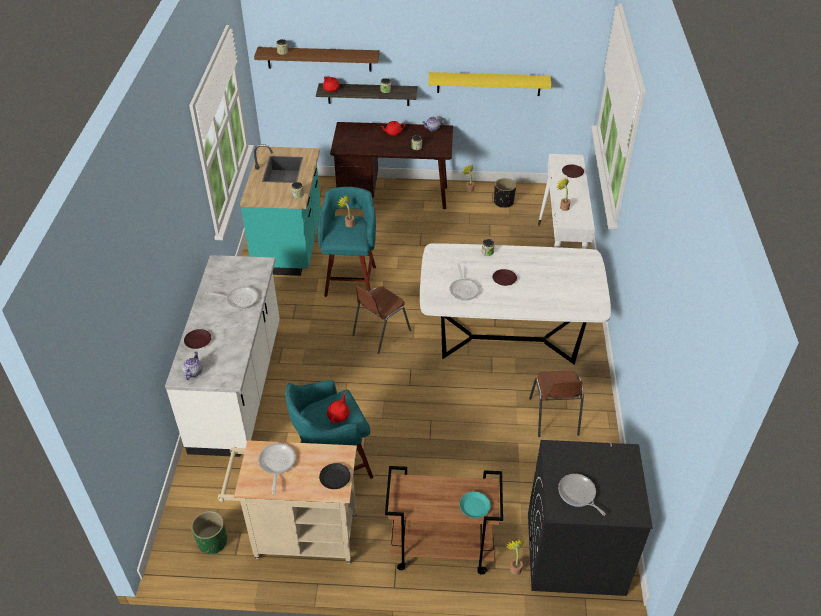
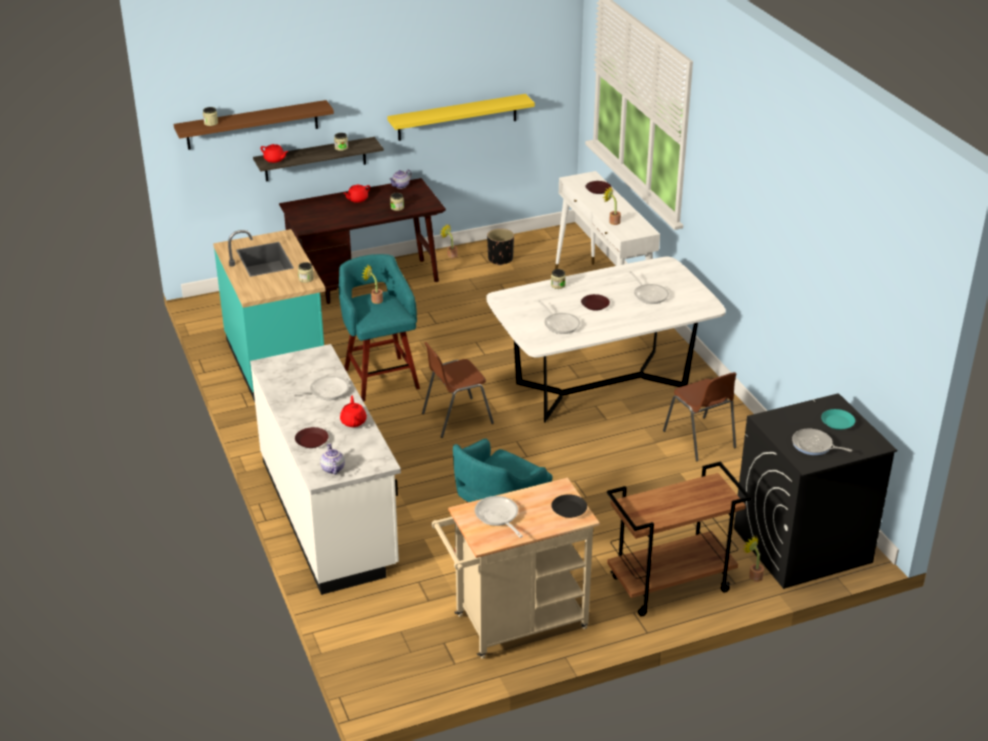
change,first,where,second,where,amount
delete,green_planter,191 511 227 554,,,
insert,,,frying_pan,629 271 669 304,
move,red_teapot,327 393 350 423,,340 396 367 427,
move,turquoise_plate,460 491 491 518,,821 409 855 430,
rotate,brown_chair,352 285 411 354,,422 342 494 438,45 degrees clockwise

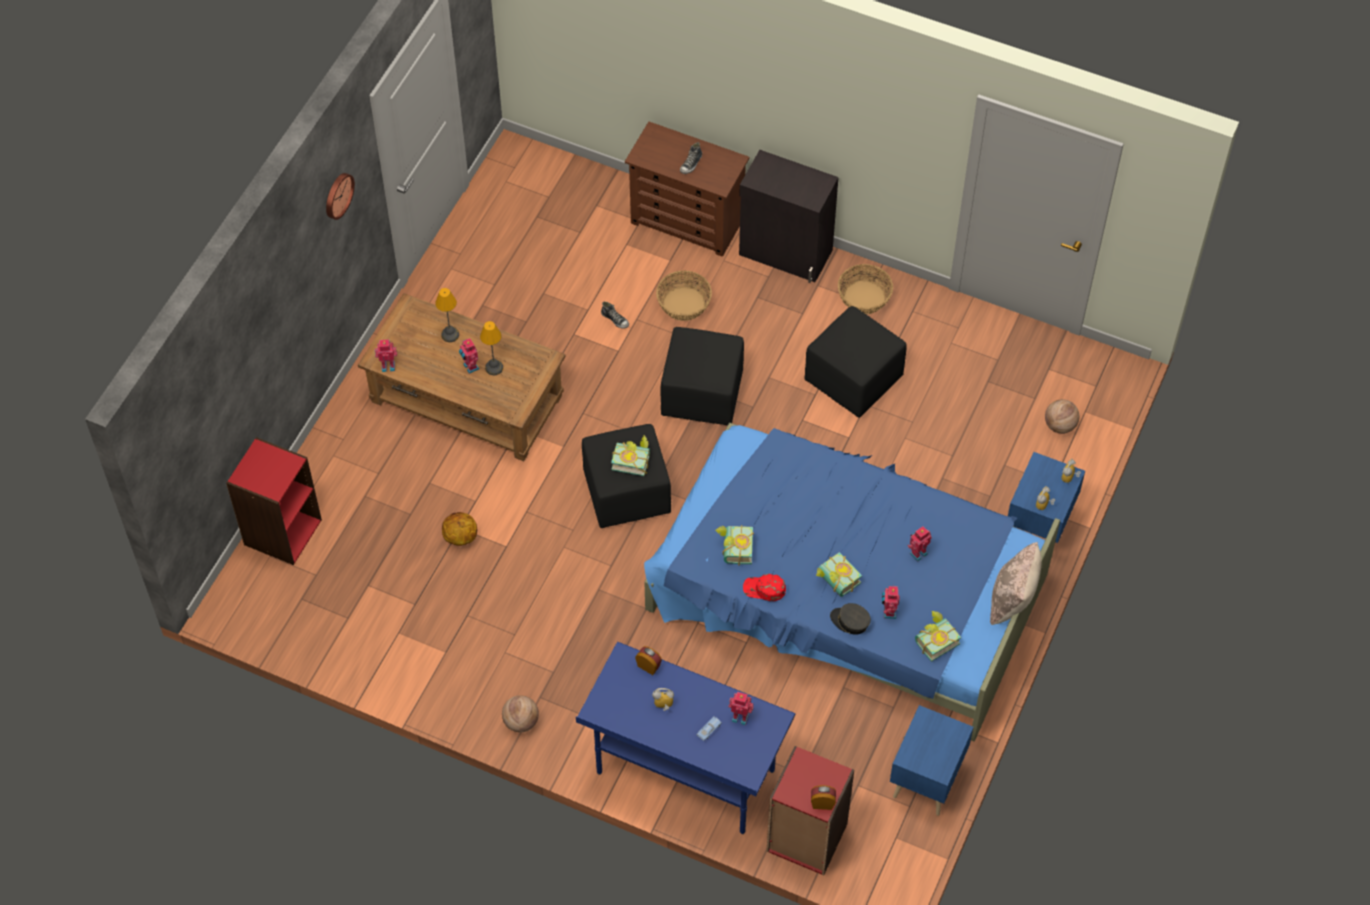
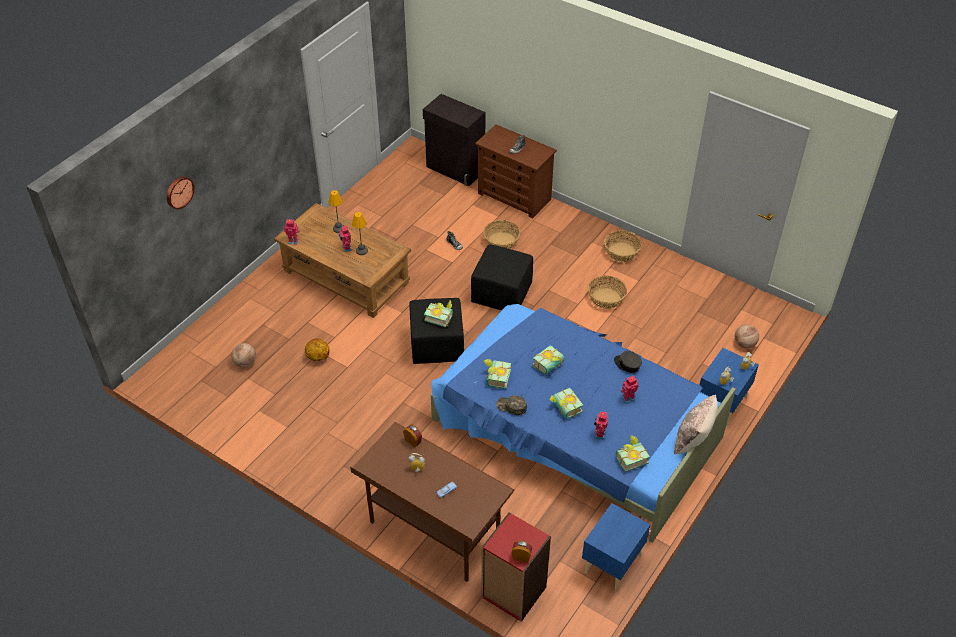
change,first,where,second,where,amount
delete,red_bookcase,226 437 322 565,,,
delete,toy_robot,728 692 753 725,,,
insert,,,book,533 345 565 375,
move,wall_clock,326 173 355 220,,167 176 195 209,
move,basketball,502 695 539 732,,231 343 256 367,
move,black_cabinet,739 150 839 283,,423 94 485 186,
move,grey_cap,830 603 871 635,,614 351 642 373,
replace,black_ottoman,804 306 907 418,basket,588 275 627 309,
recolor,blue_desk,576 642 795 834,brown_desk,350 422 514 582,
recolor,red_cap,743 574 786 601,green_cap,496 395 527 415,

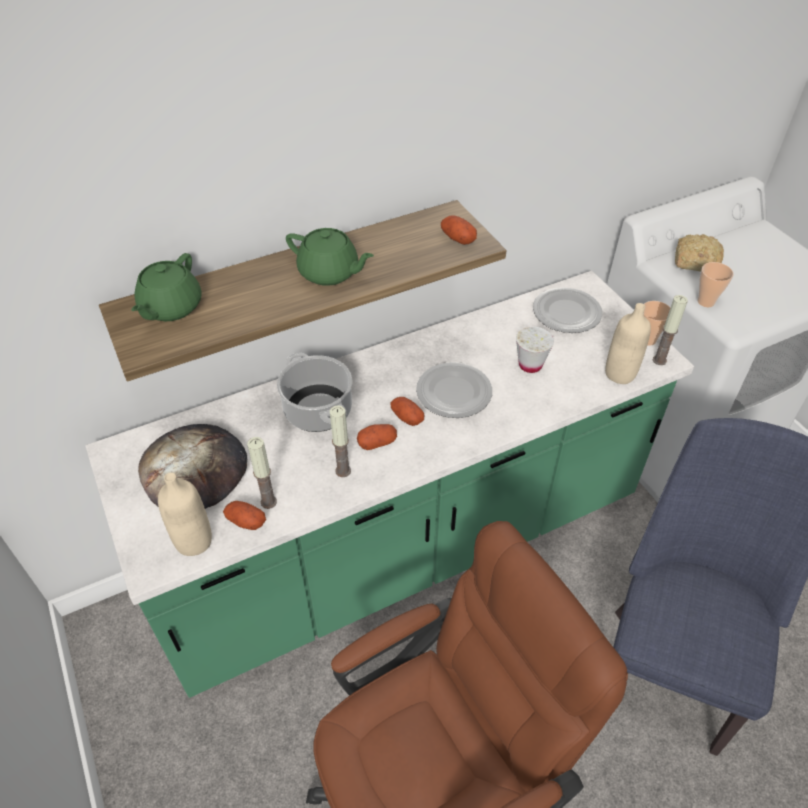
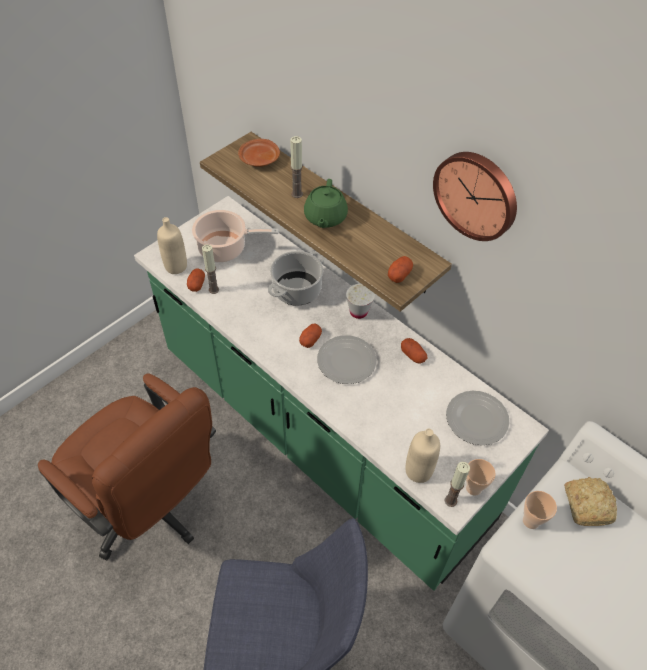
change,first,where,second,where,amount
insert,,,wall_clock,433 152 517 241,
move,candle,330 405 351 477,,290 136 303 198,
move,potato,357 424 397 450,,401 338 428 364,
move,white_cup,516 327 554 373,,346 284 375 319,
replace,green_teapot,131 253 202 321,brown_plate,238 139 280 167,
replace,bread,138 424 248 509,cooking_pot,192 210 279 262,

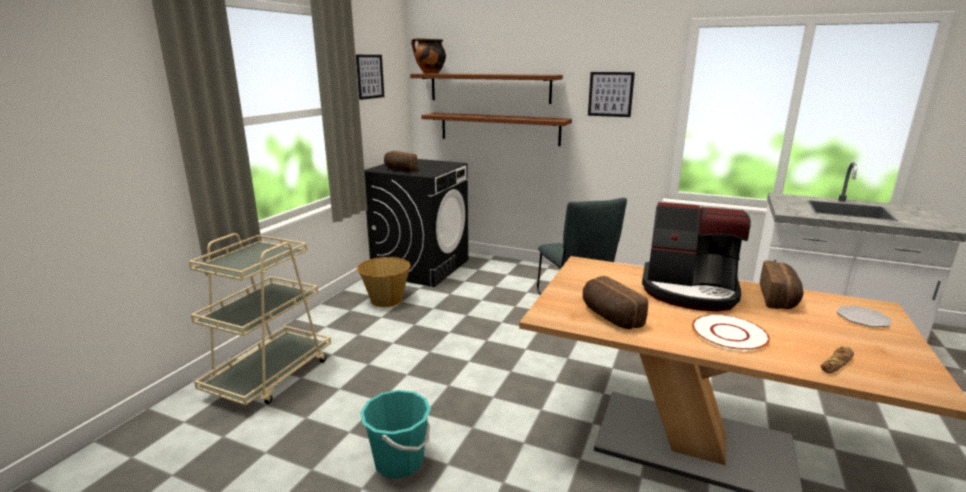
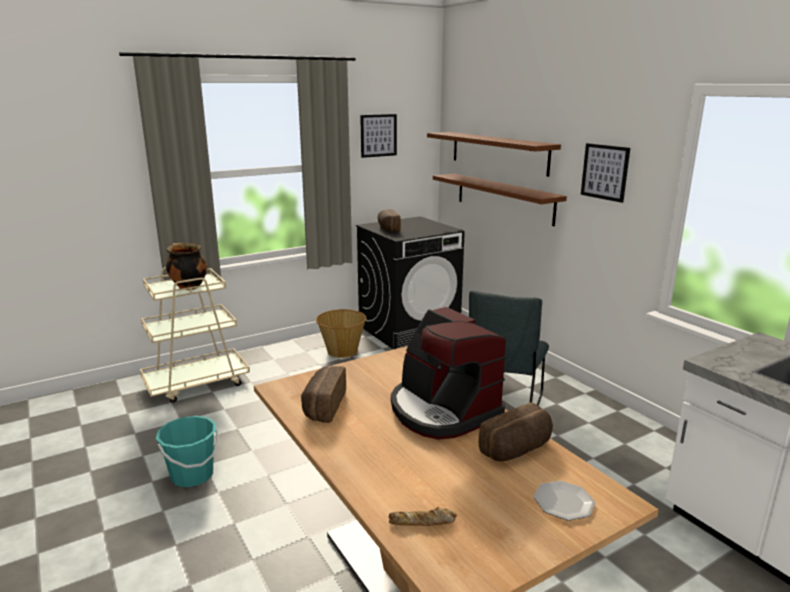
change,first,where,second,where,amount
delete,white_plate,692 314 770 351,,,
move,cooking_pot,411 38 446 74,,166 243 207 290,

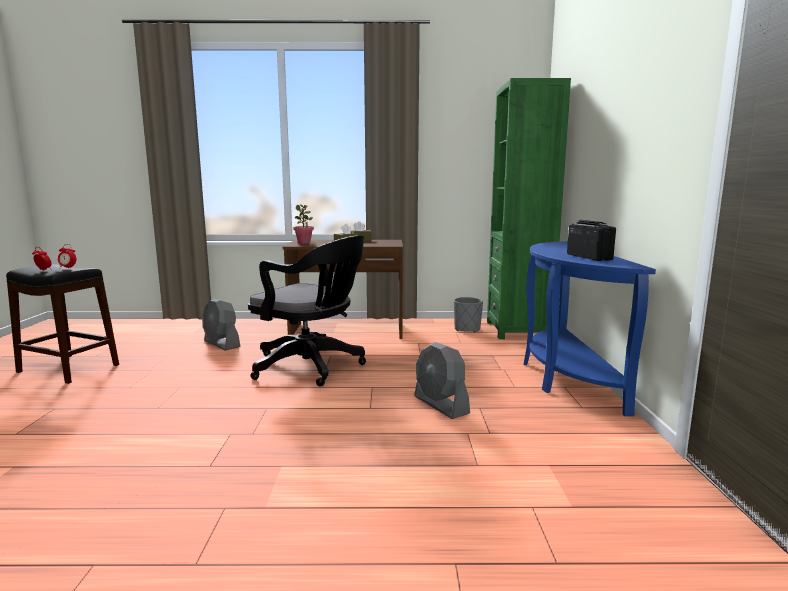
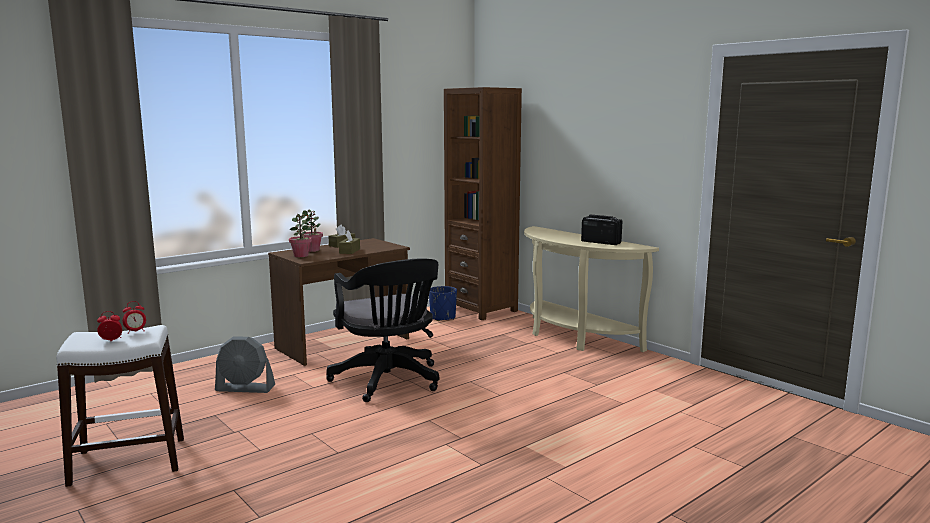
change,first,where,second,where,amount
delete,grey_fan,414 342 470 419,,,
insert,,,potted_plant,302 210 323 252,
recolor,black_stool,6 264 119 384,white_stool,56 325 184 487,
recolor,grey_planter,454 297 483 333,blue_planter,429 286 457 321,
recolor,green_bookcase,487 78 571 339,brown_bookcase,444 87 522 320,
recolor,blue_console_table,524 241 656 416,beige_console_table,524 226 659 352,
rotate,black_office_chair,248 235 366 386,,326 259 439 402,75 degrees clockwise

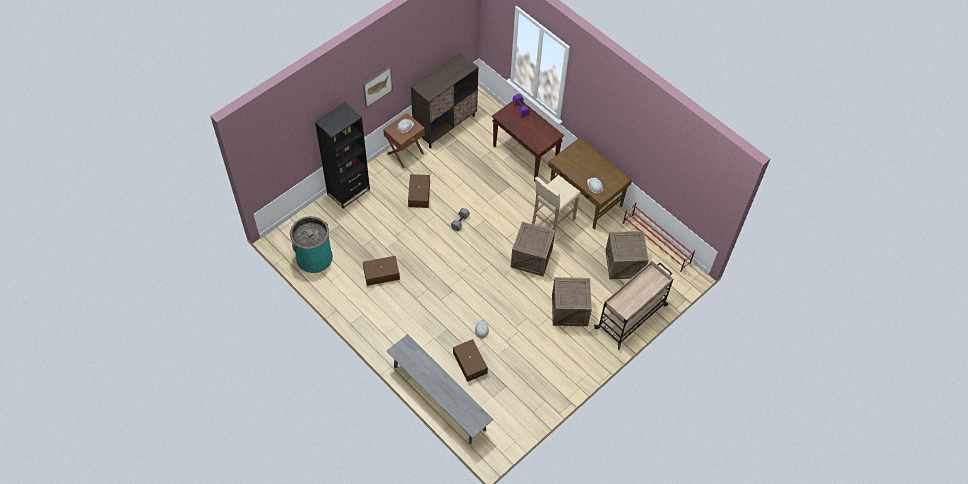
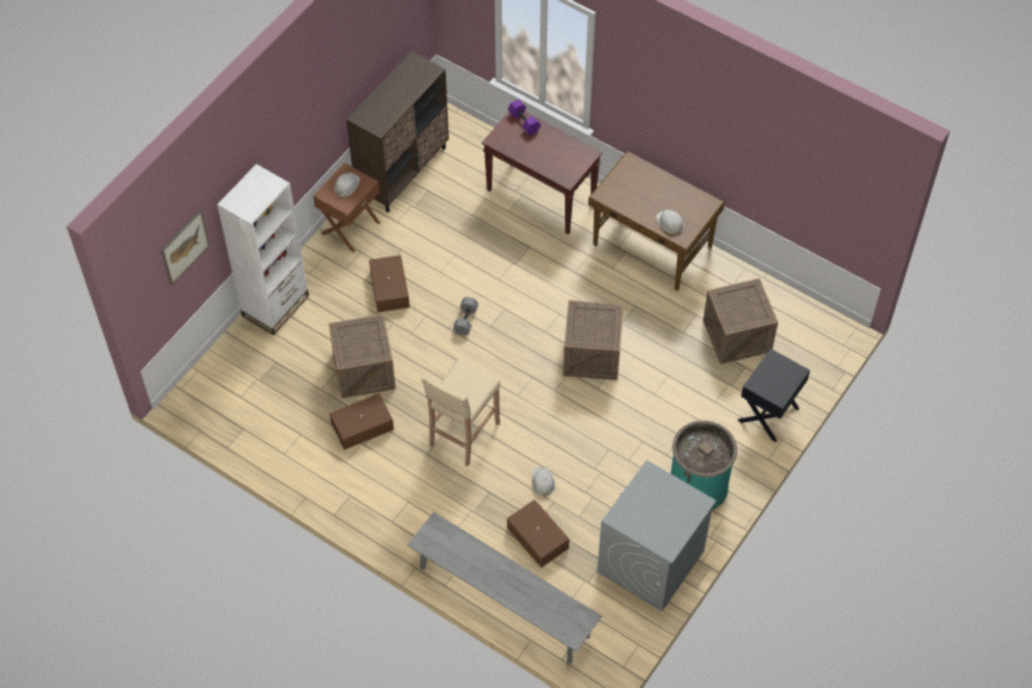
change,first,where,second,where,amount
delete,red_shoe_rack,623 202 695 272,,,
insert,,,grey_washing_machine,597 460 716 612,
move,turquoise_trash_can,290 216 333 273,,671 420 737 510,
move,picture,363 66 393 108,,161 210 210 285,
move,beige_stool,532 175 581 230,,421 359 500 467,
move,crate,552 277 592 326,,329 314 396 399,
replace,beige_cart,594 261 674 350,black_nightstand,737 348 810 442,
recolor,black_bookcase,315 102 370 209,white_bookcase,217 164 309 336,

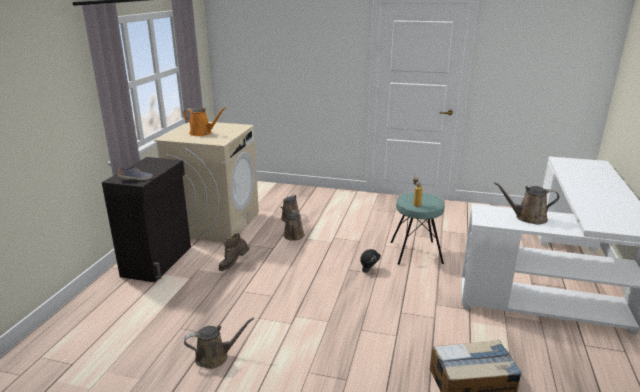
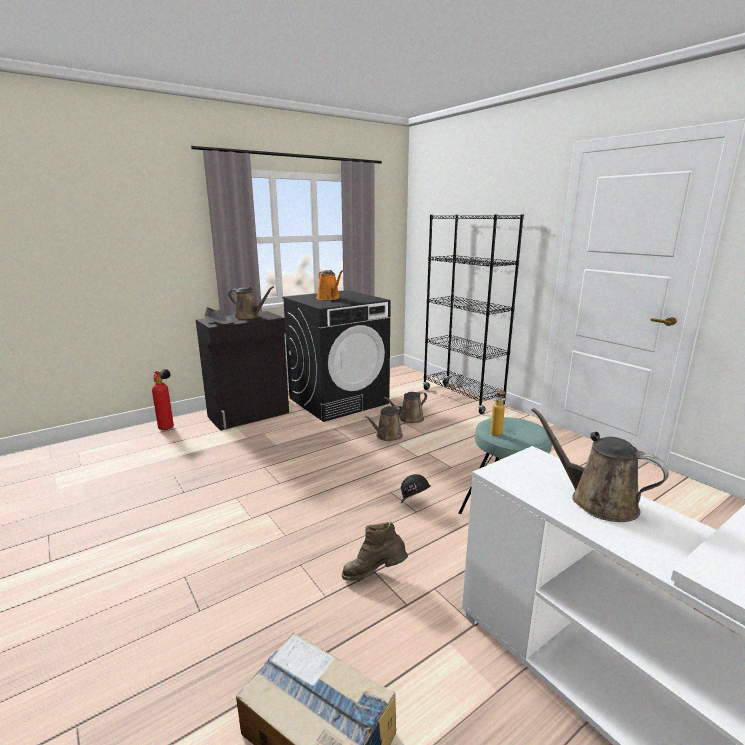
change,first,where,second,where,amount
insert,,,fire_extinguisher,152 369 174 430,
insert,,,black_bookcase,423 215 524 414,
move,brown_watering_can,184 317 254 369,,228 286 274 319,
move,brown_boot,218 233 250 271,,342 521 408 581,
recolor,beige_washing_machine,154 122 259 242,black_washing_machine,282 290 391 422,

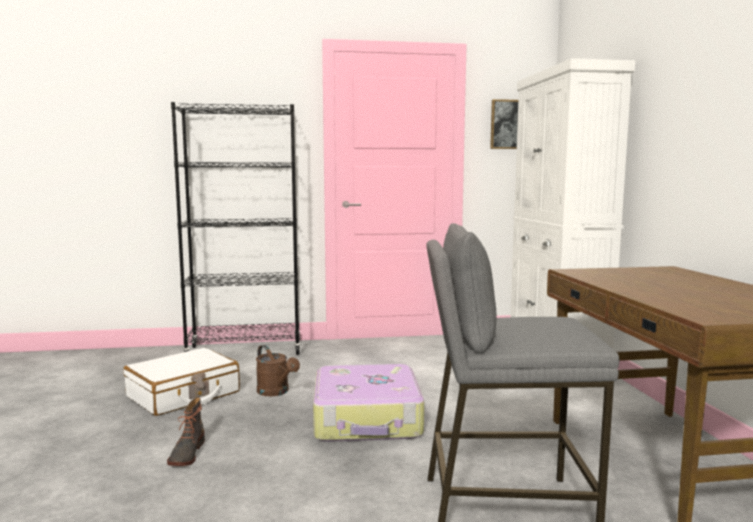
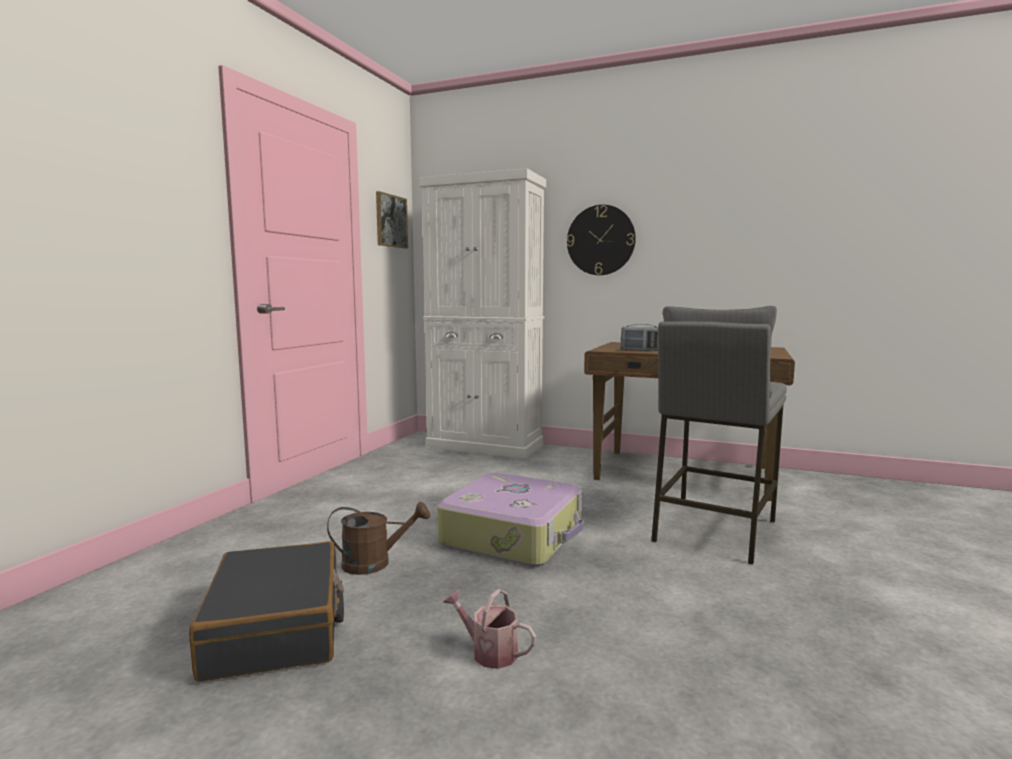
change,first,where,second,where,amount
delete,black_bookcase,171 102 301 355,,,
insert,,,wall_clock,567 205 636 275,
insert,,,radio,621 324 658 351,
replace,boot,167 398 205 466,watering_can,443 589 536 669,
recolor,white_suitcase,124 348 240 416,black_suitcase,189 541 344 682,

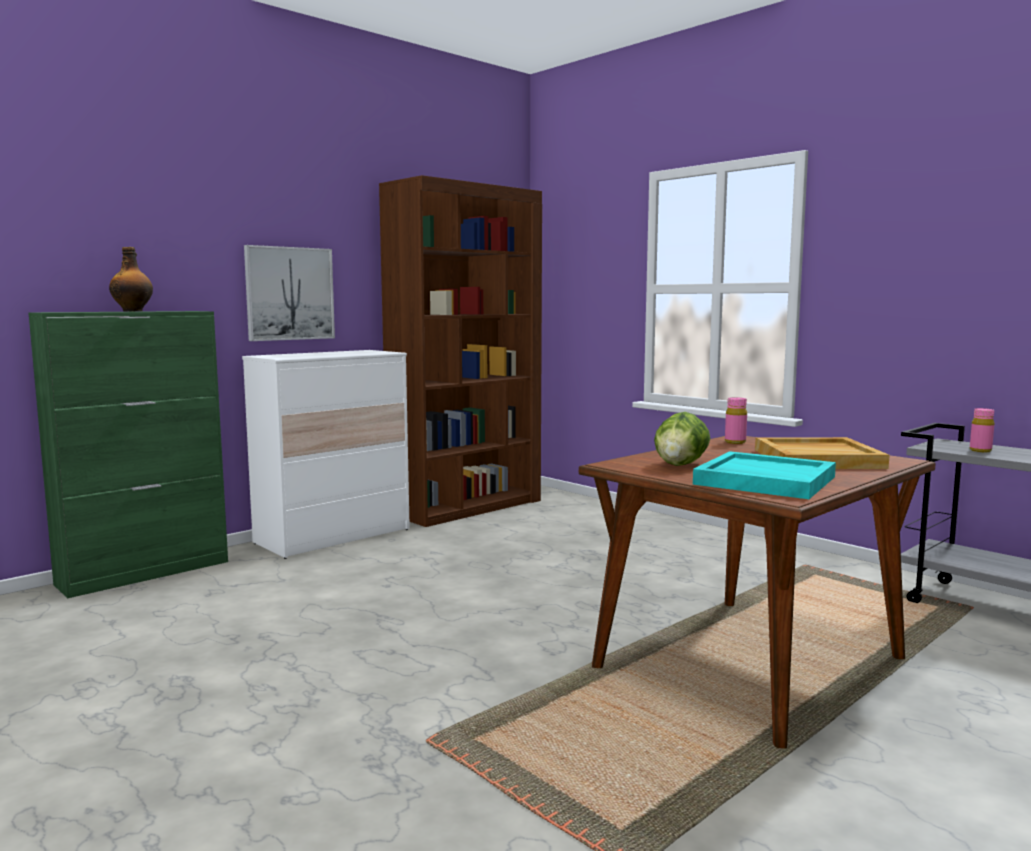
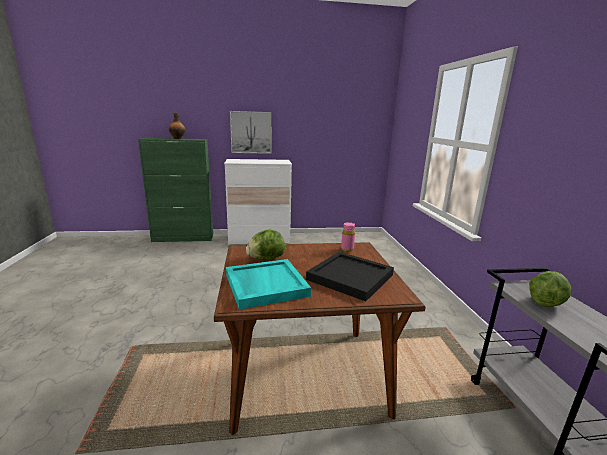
change,first,where,second,where,amount
delete,brown_bookcase,379 175 542 527,,,
replace,pink_bottle,970 408 994 452,lettuce,529 271 571 307,
recolor,beige_tray,755 437 890 469,black_tray,306 252 394 301,

